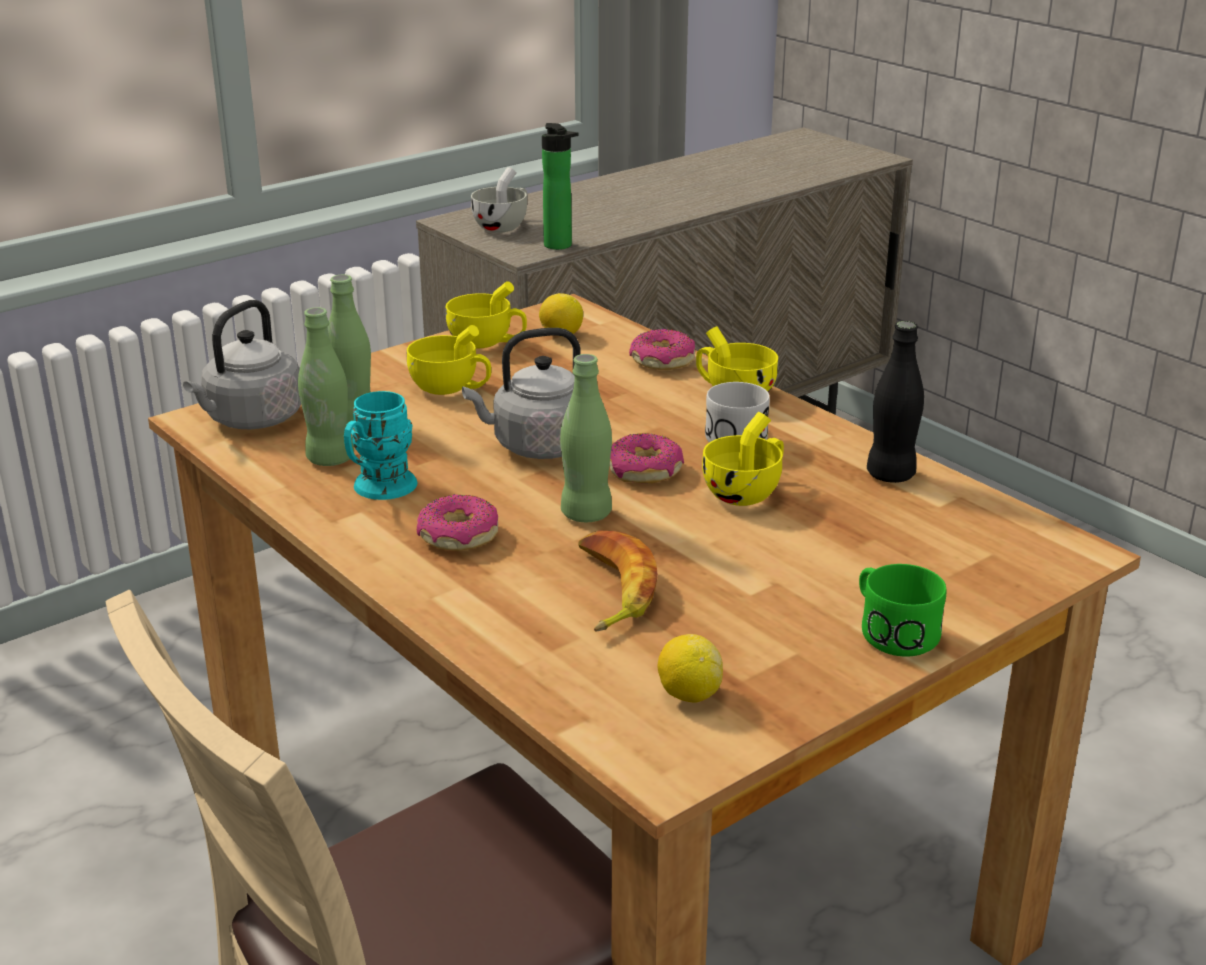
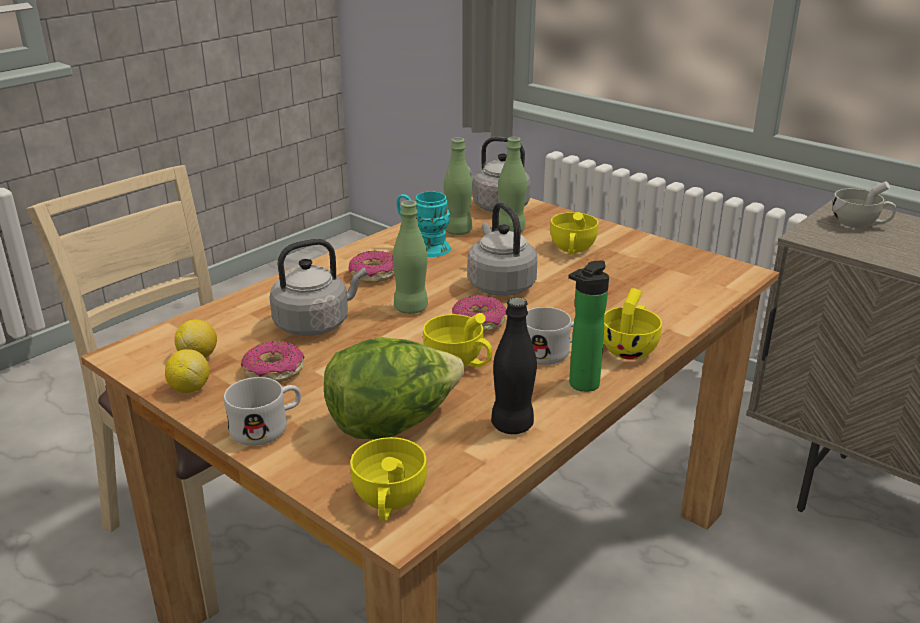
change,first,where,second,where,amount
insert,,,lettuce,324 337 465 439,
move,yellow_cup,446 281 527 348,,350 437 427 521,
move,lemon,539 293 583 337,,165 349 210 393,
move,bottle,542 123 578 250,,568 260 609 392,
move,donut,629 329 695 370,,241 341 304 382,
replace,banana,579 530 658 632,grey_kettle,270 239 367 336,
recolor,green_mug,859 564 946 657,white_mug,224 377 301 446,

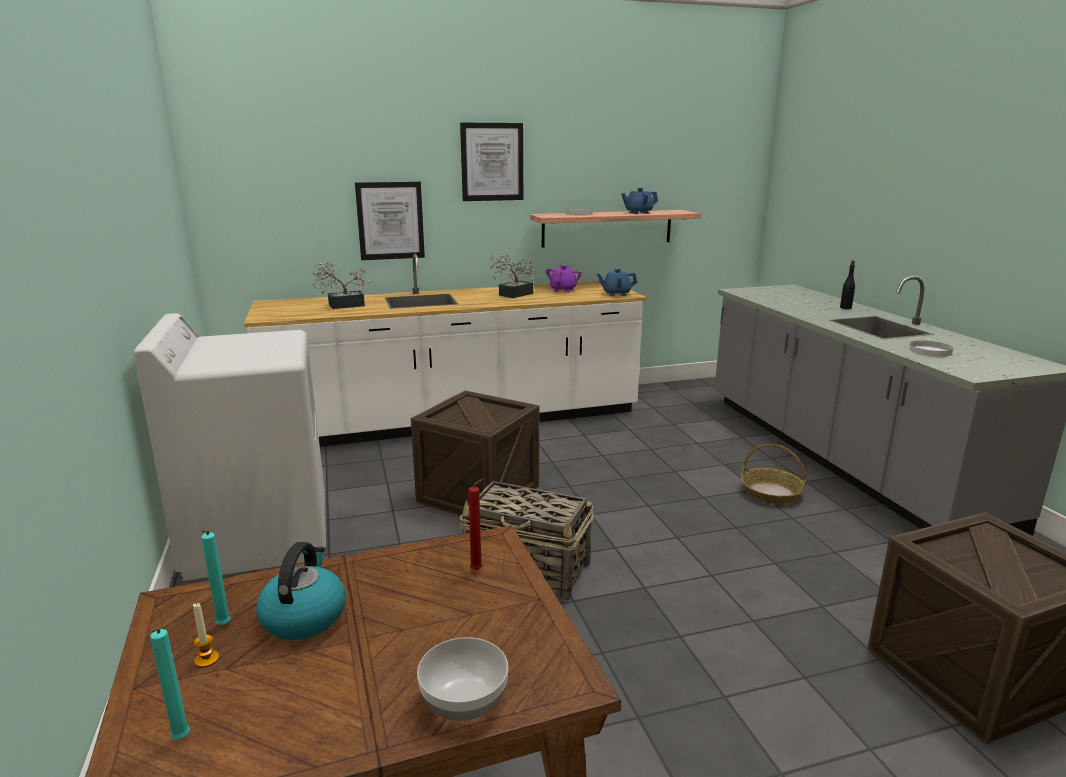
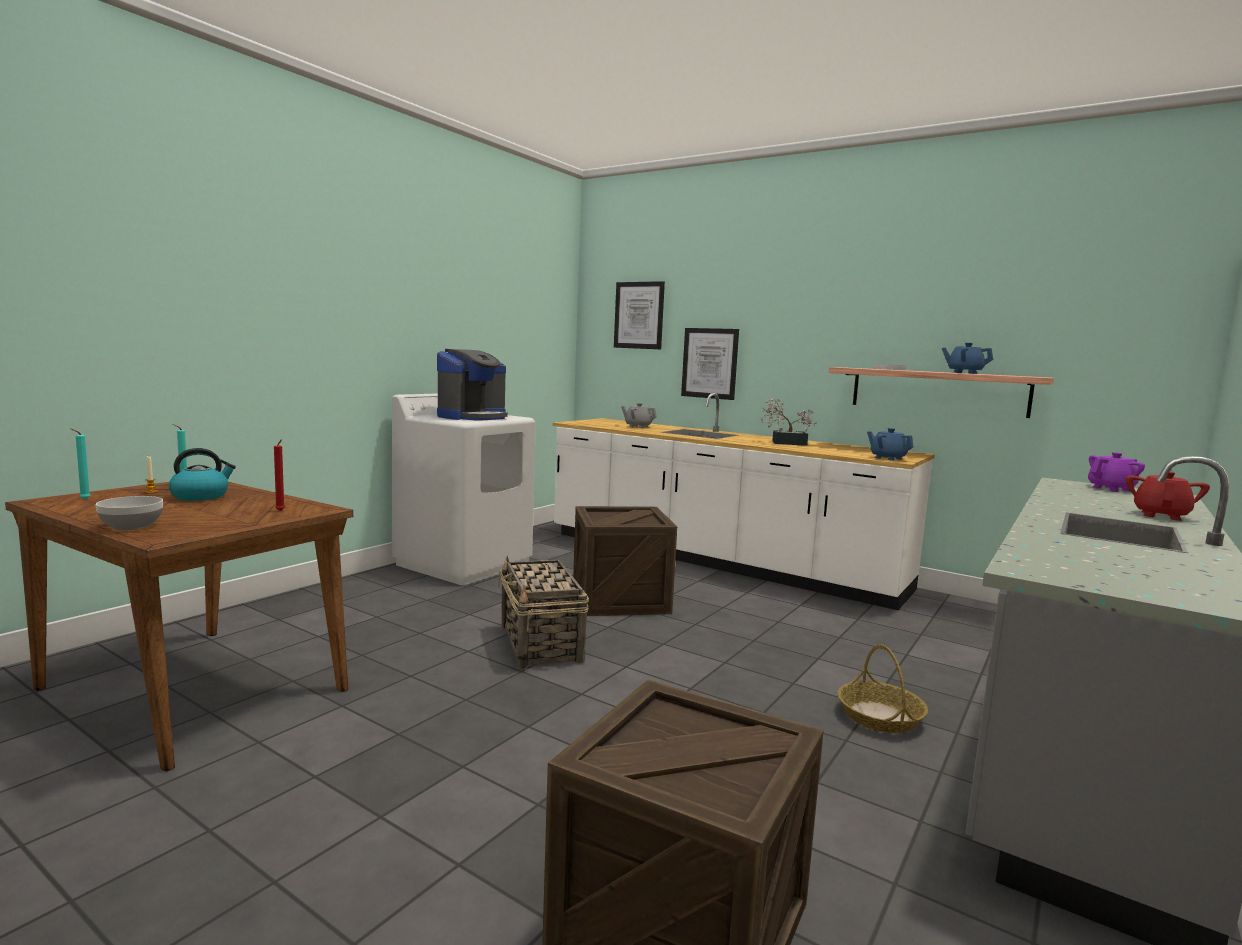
change,first,where,second,where,amount
delete,white_plate,909 341 953 357,,,
insert,,,coffee_machine,437 349 508 421,
move,picture,460 123 523 201,,614 281 665 349,
move,purple_teapot,546 265 582 292,,1088 452 1145 492,
replace,potted_plant,312 261 371 309,grey_teapot,621 403 657 428,
replace,black_bottle,840 261 855 309,red_teapot,1126 472 1210 521,

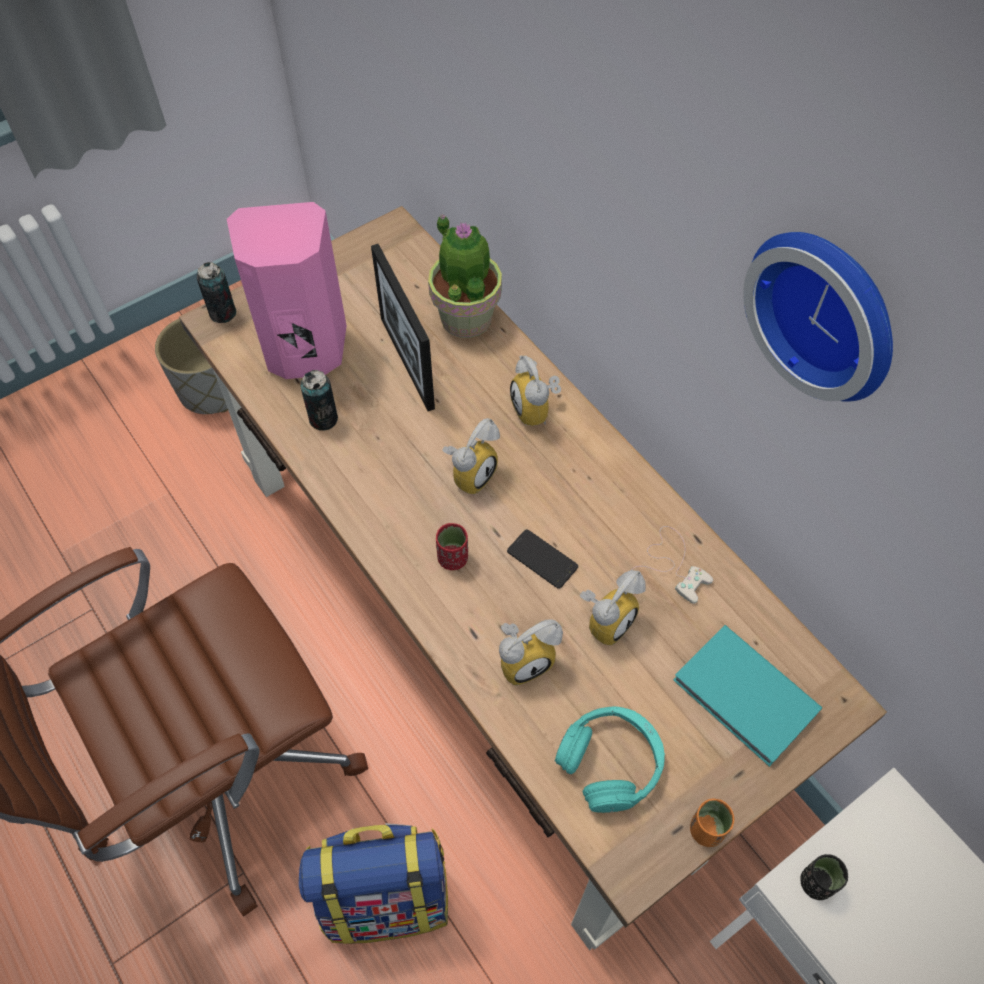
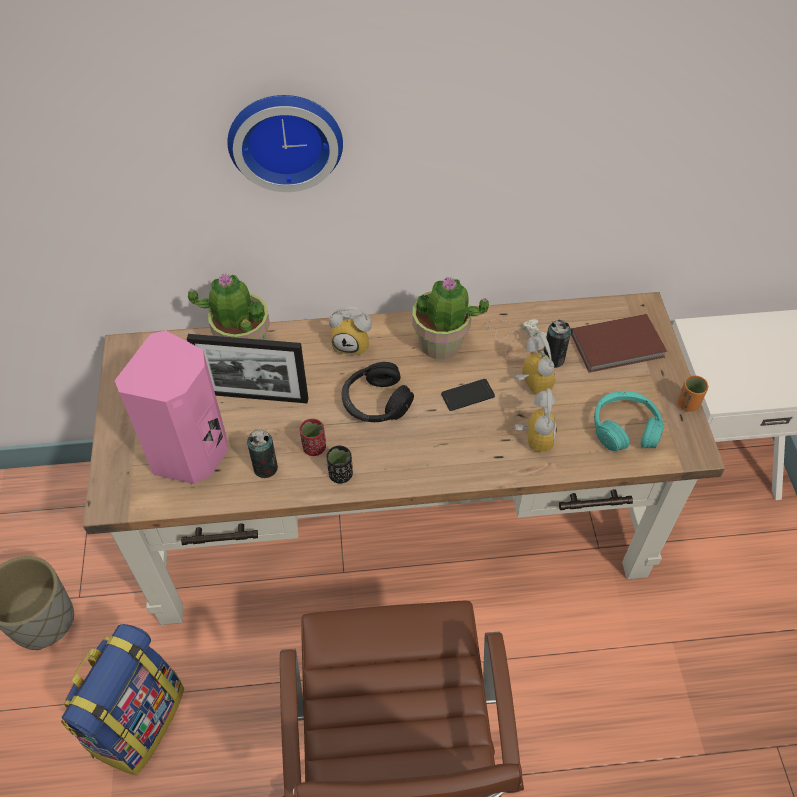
change,first,where,second,where,amount
insert,,,potted_plant,412 277 489 359,
move,can,197 262 236 323,,544 320 571 368,
move,backpack,299 823 448 944,,61 624 184 775,
move,red_cup,436 523 468 570,,300 419 326 456,
move,wall_clock,743 232 893 402,,227 95 343 192,
move,black_cup,800 854 848 900,,326 446 353 484,
replace,alarm_clock,442 418 500 495,black_headphones,342 362 414 422,
recolor,turquoise_book,673 625 822 767,brown_book,571 314 667 373,

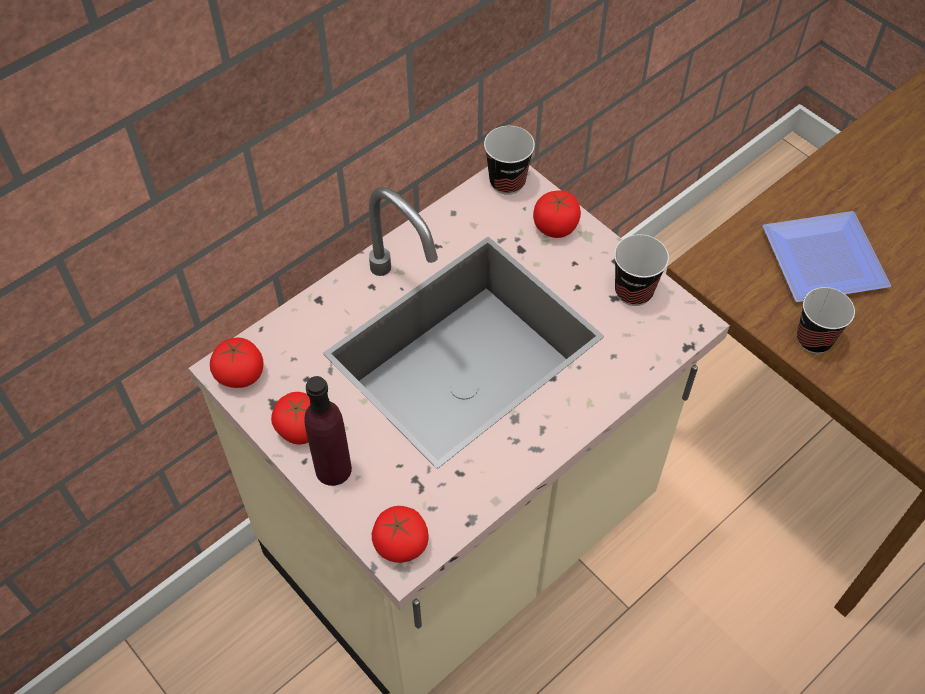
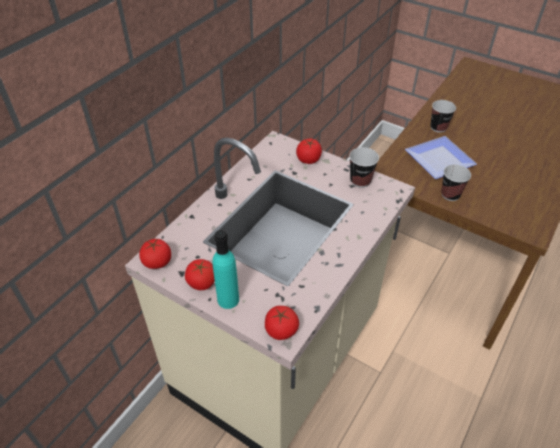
change,first,where,second,where,amount
move,cup,484 126 535 195,,431 100 456 133,
recolor,purple_bottle,304 376 352 486,turquoise_bottle,212 230 239 309,

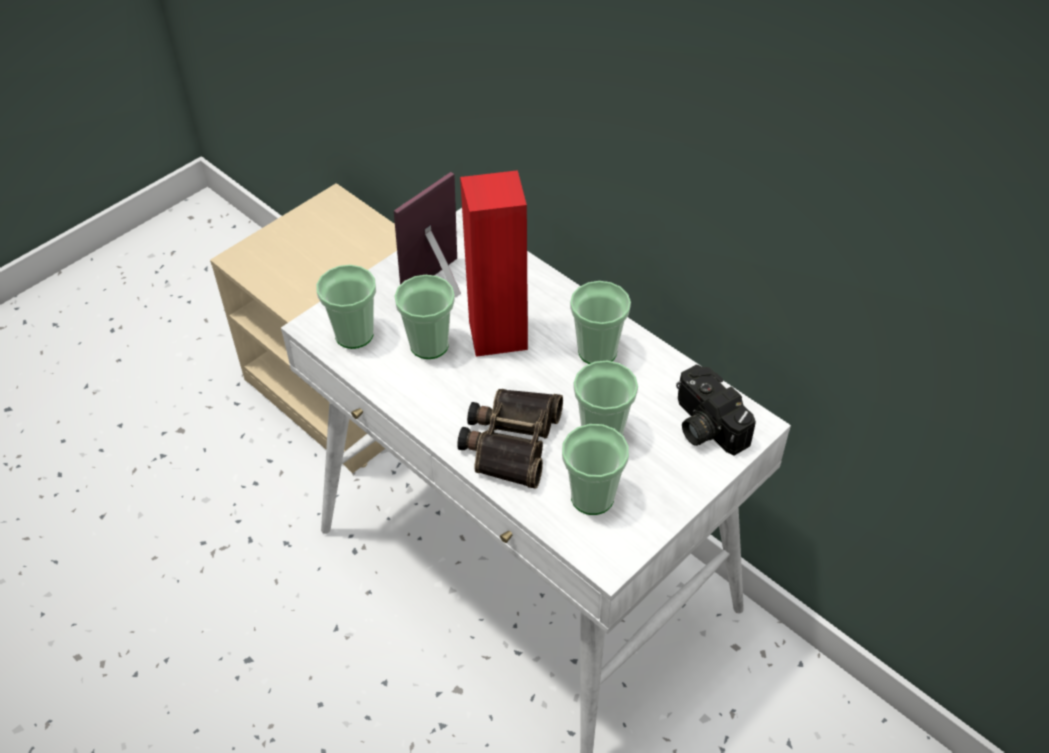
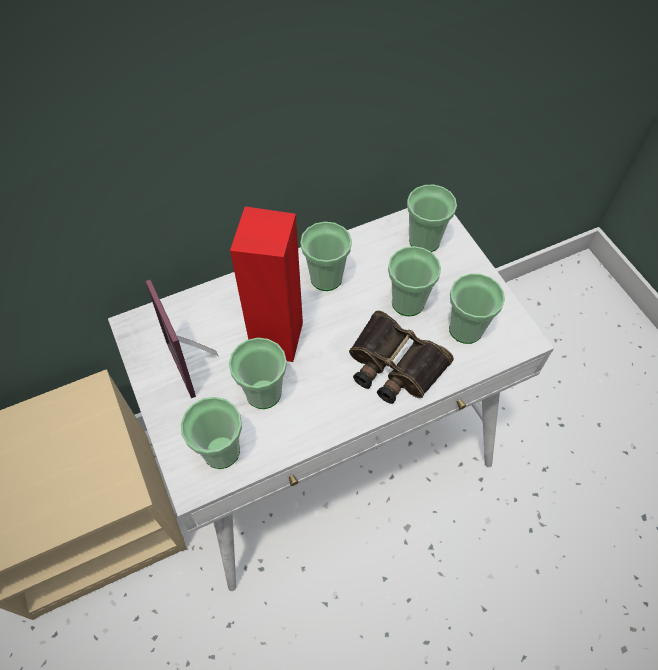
change,first,where,second,where,amount
replace,photo_camera,676 364 756 456,cup,407 185 457 252,

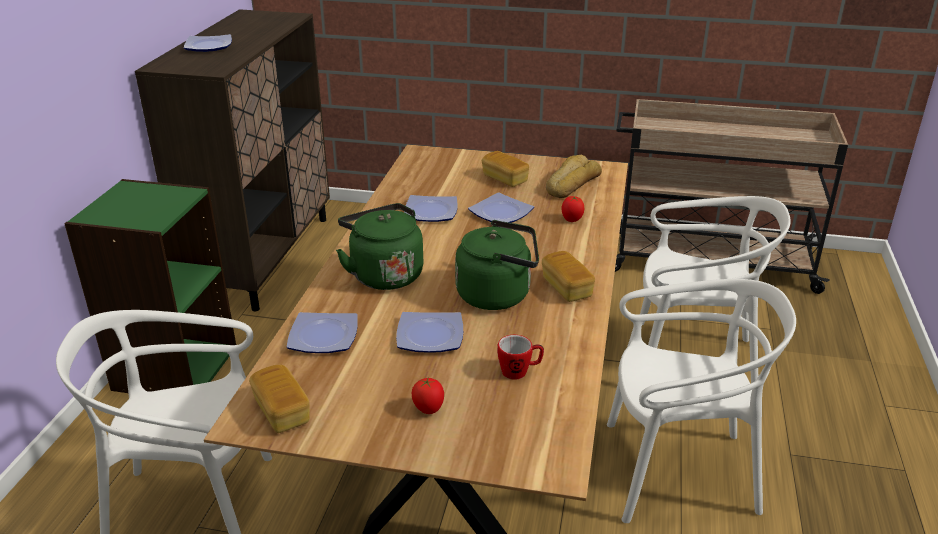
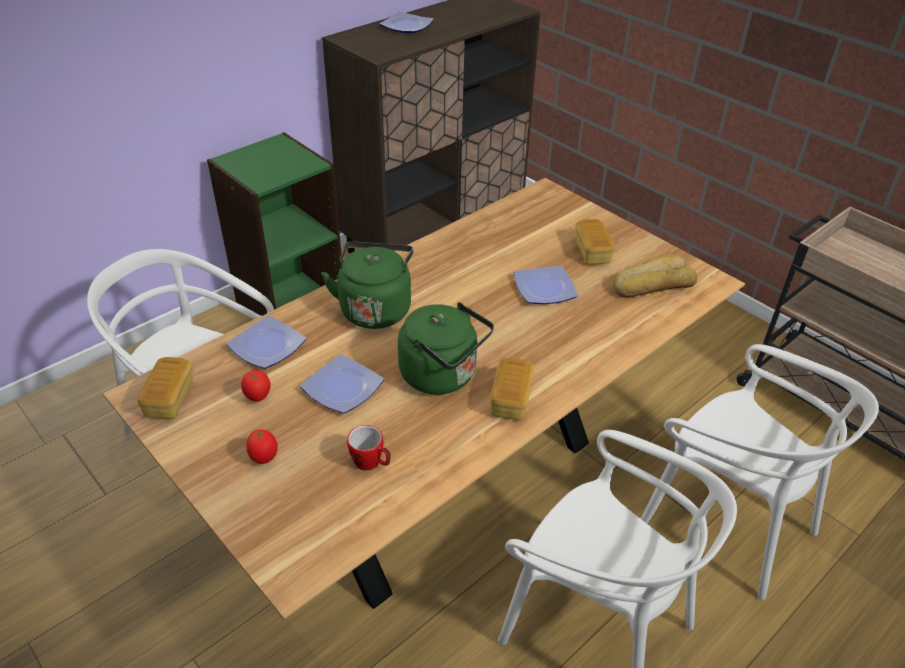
change,first,where,second,where,amount
delete,plate,404 195 458 222,,,
move,tomato,561 196 585 222,,241 370 271 402,

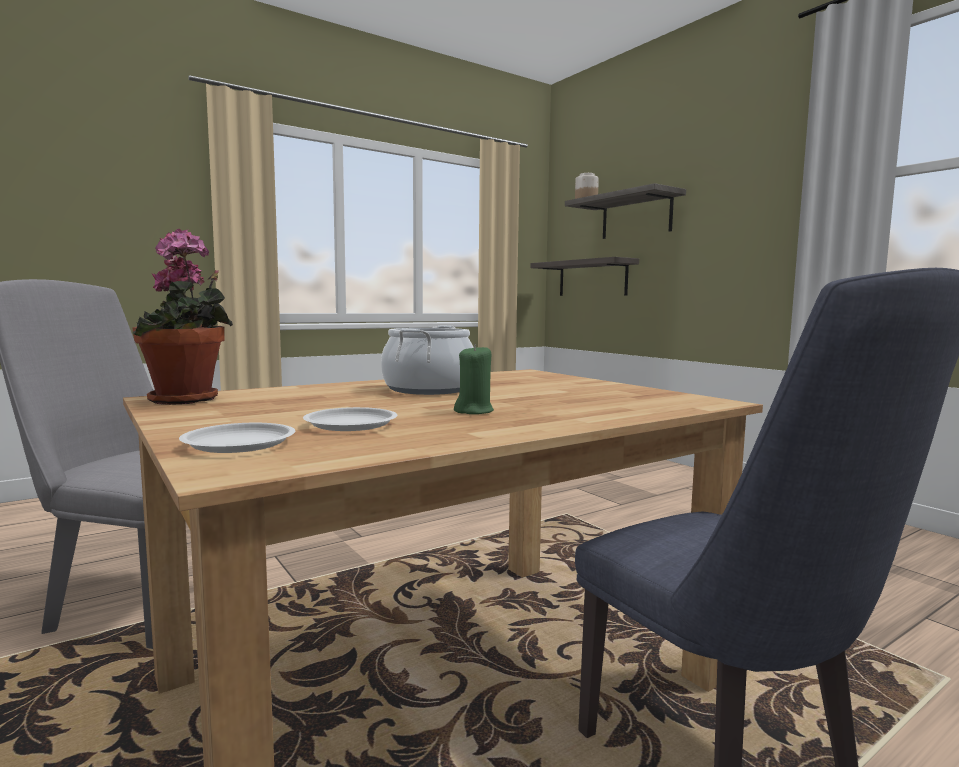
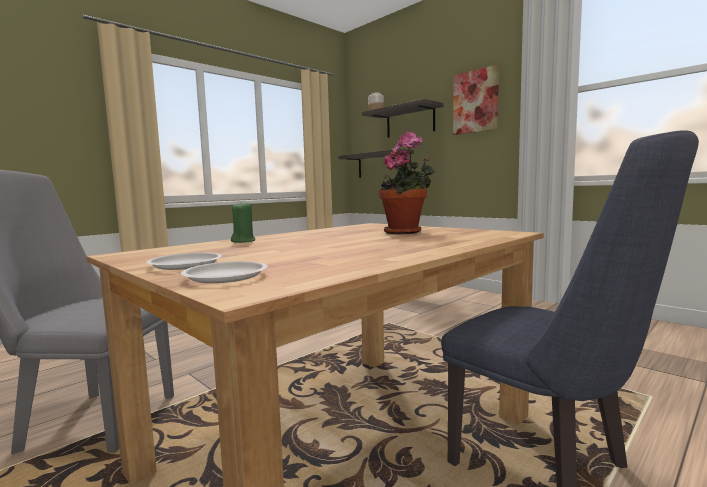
change,first,where,second,where,amount
delete,cooking_pot,381 325 474 395,,,
insert,,,picture,453 65 499 135,
move,potted_plant,132 229 233 405,,379 131 435 234,
move,white_plate,303 407 397 431,,146 253 222 270,
move,green_candle,454 344 494 414,,231 201 255 243,

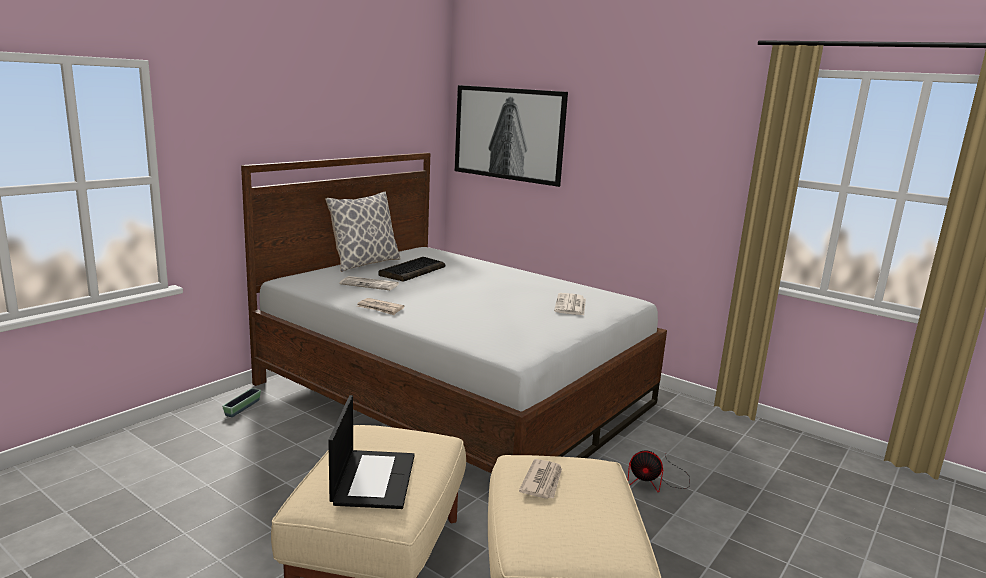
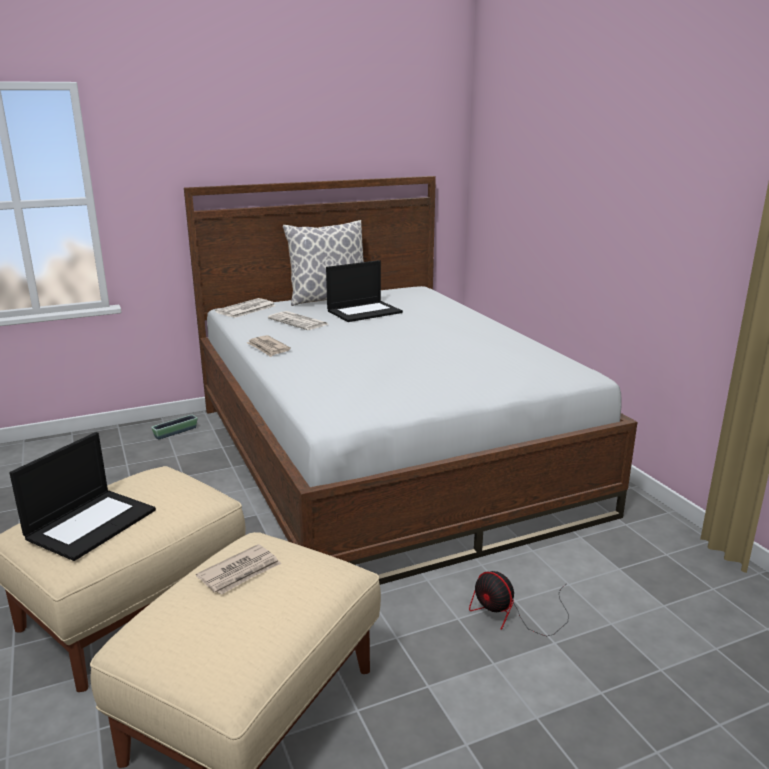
change,first,where,second,where,amount
delete,picture,455 85 568 187,,,
move,newspaper,554 293 586 315,,215 298 276 318,
replace,keyboard,378 257 445 282,laptop,326 260 403 322,

